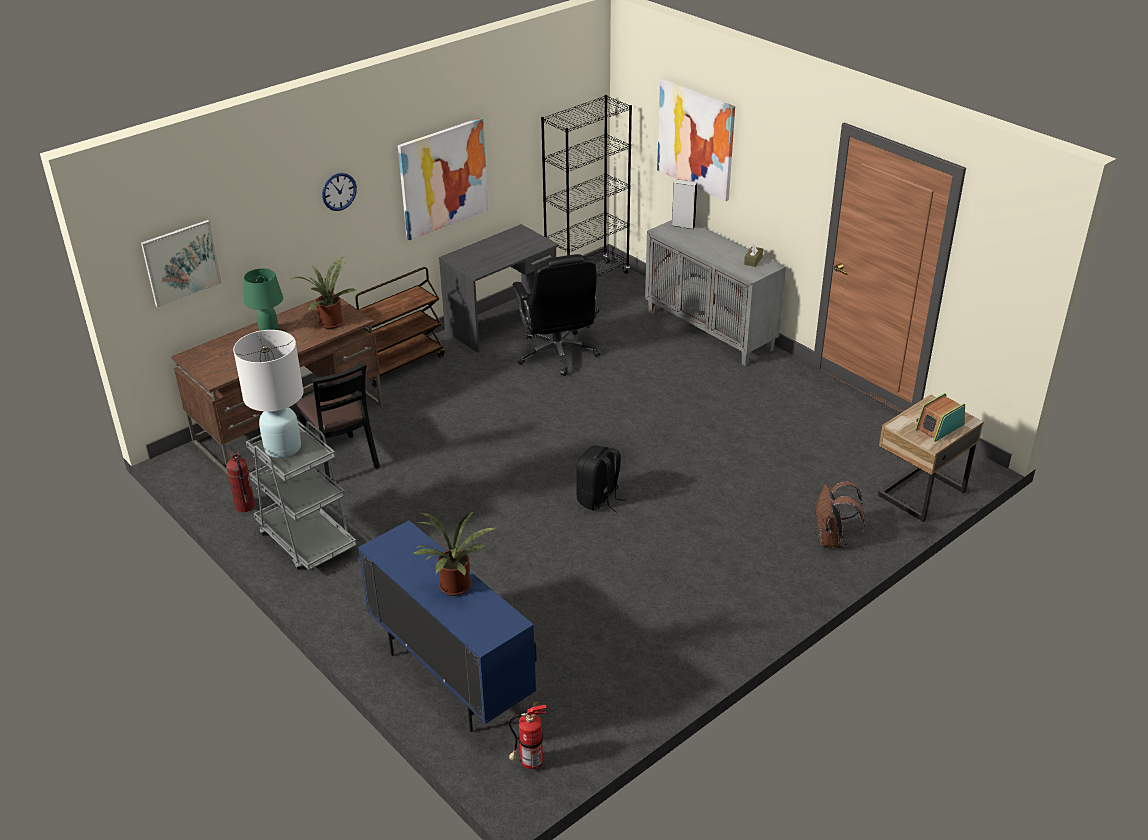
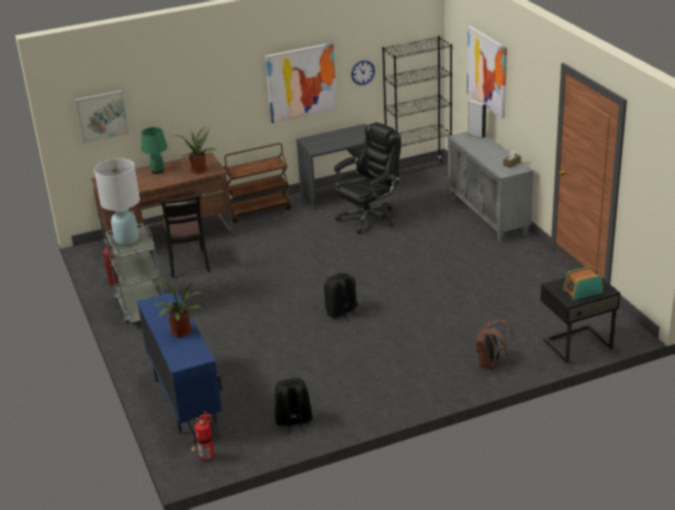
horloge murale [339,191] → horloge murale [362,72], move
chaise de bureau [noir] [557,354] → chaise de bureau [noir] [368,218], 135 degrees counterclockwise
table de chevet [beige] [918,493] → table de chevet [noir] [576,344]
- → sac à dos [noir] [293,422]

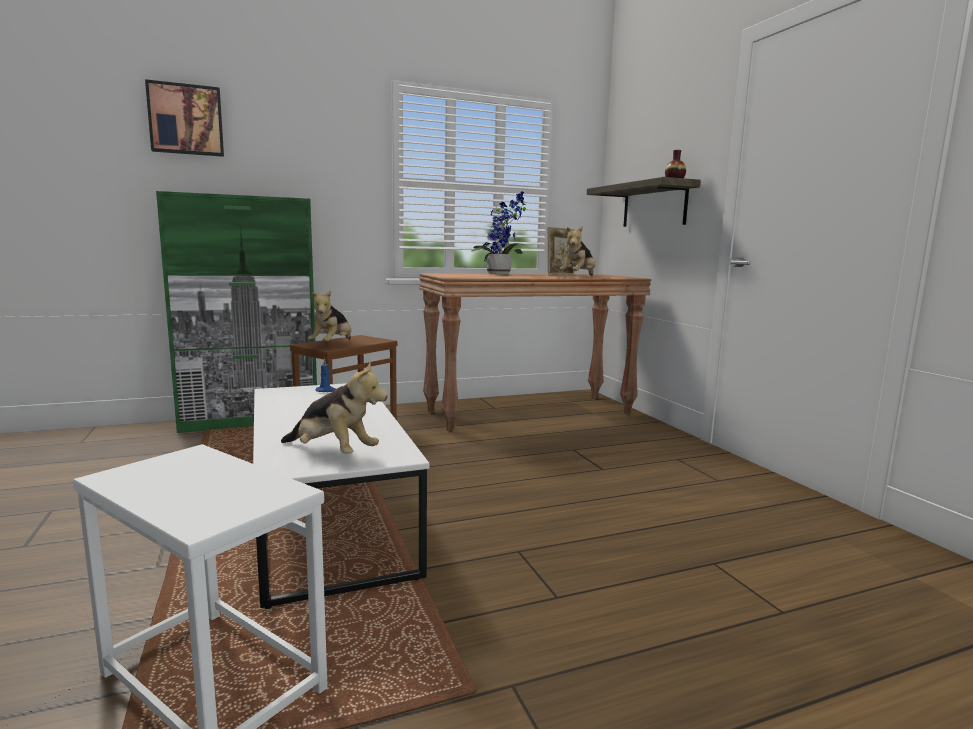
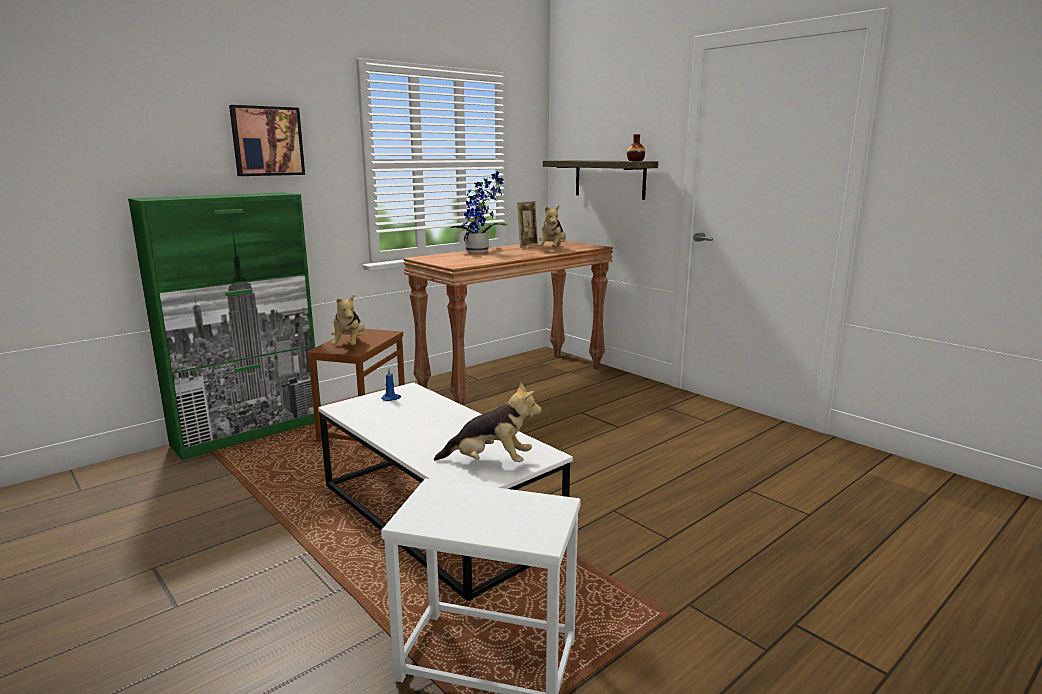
tableau [186,120] → tableau [267,141], move

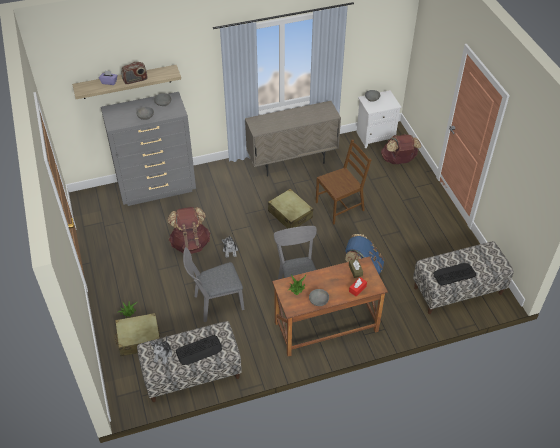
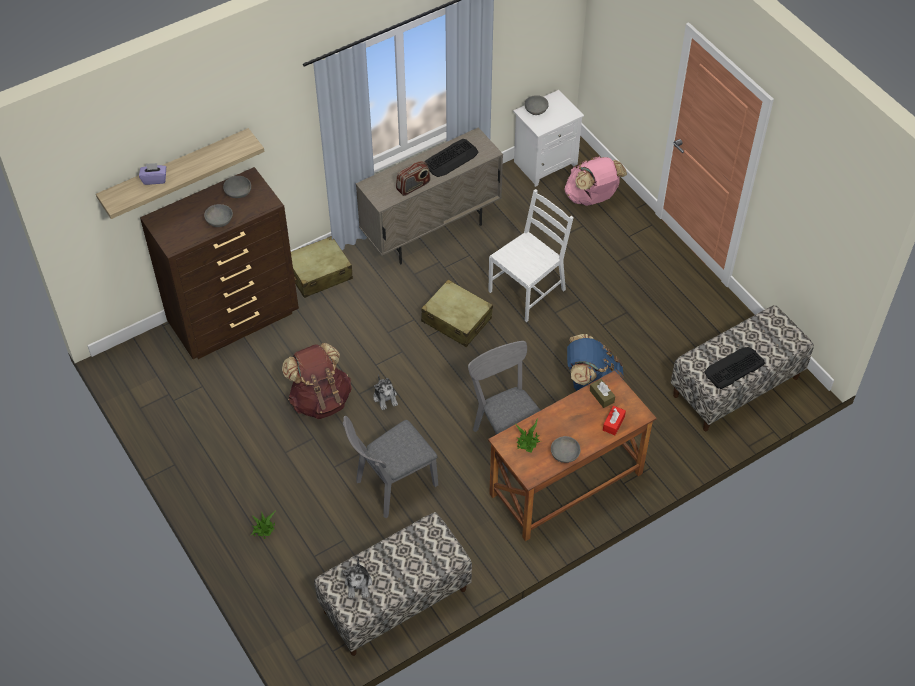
commode [gris] [157,188] → commode [marron] [235,320]
valise [beige] [139,339] → valise [beige] [318,274], move
radio [135,80] → radio [413,186], move
clavier [199,350] → clavier [451,158], move
chaise [marron] [340,206] → chaise [blanc] [527,290]
sac à dos [marron] [398,161] → sac à dos [rose] [592,198]

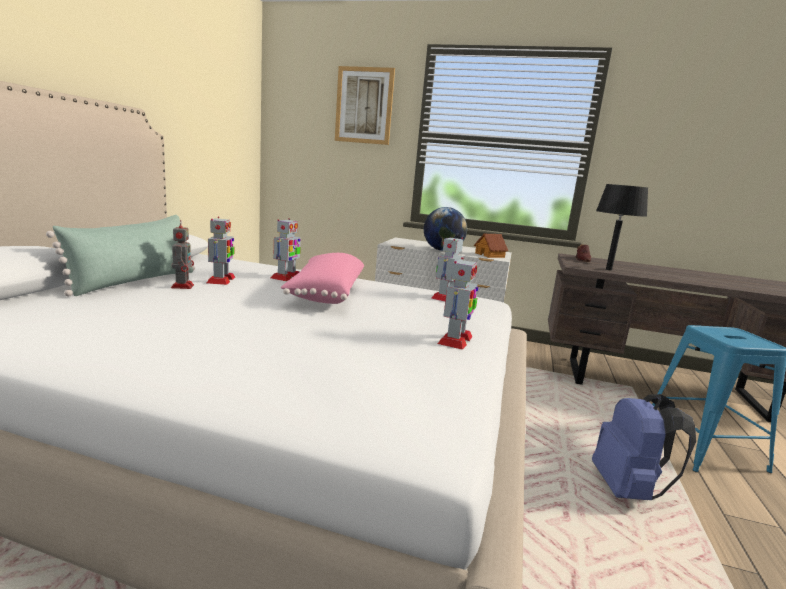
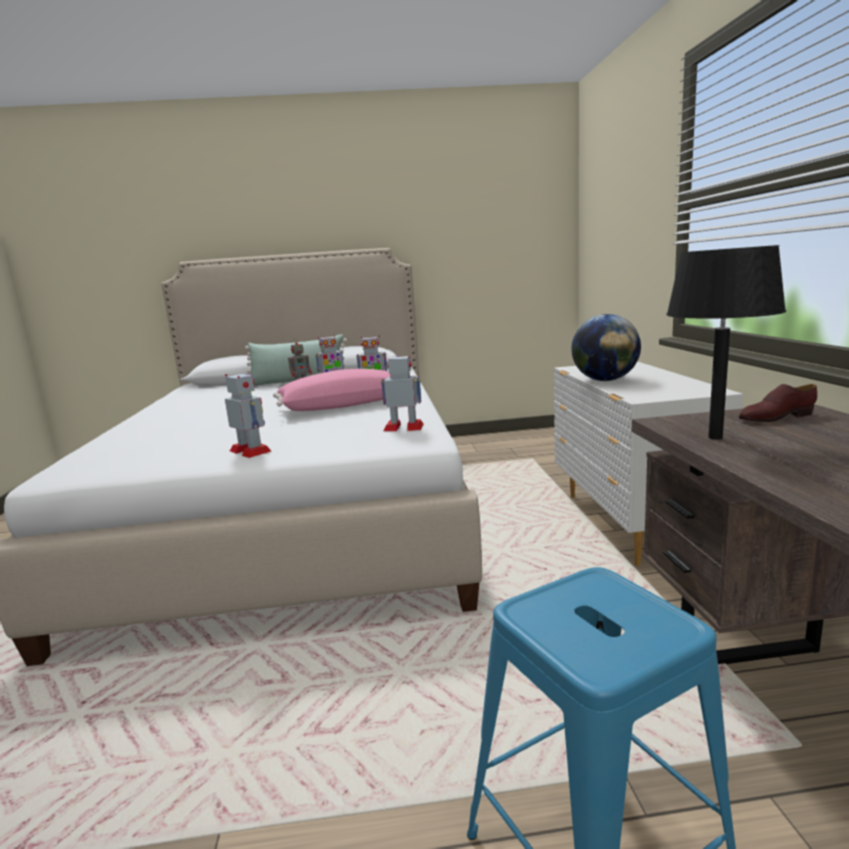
tableau [364,105] → -
robot jouet [455,340] → robot jouet [251,451], 135 degrees counterclockwise
maison miniature [490,255] → -
sac à dos [bleu] [628,490] → -

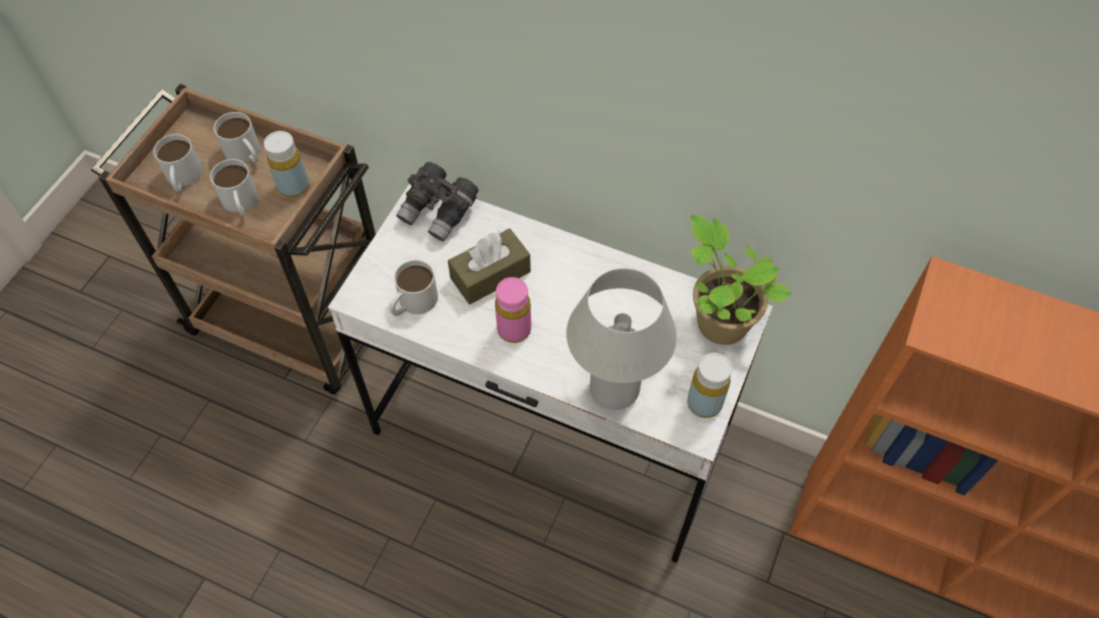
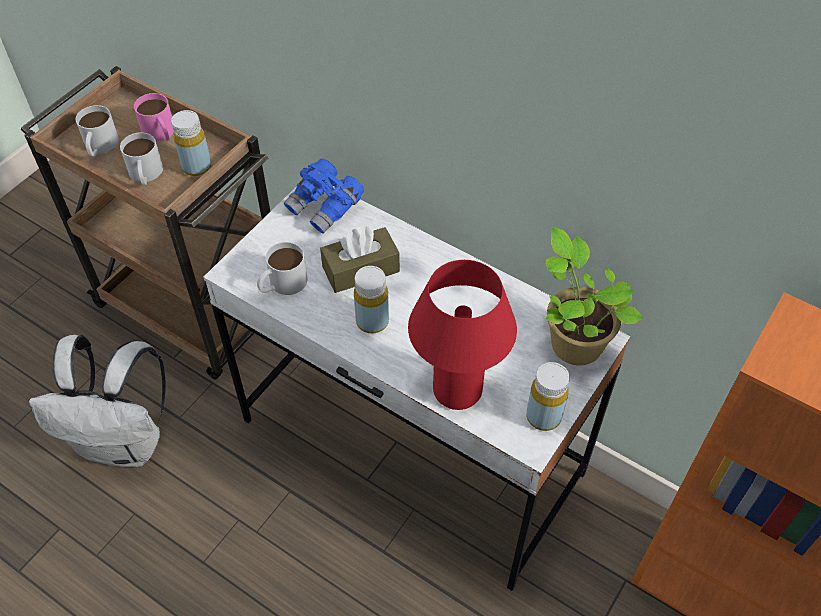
mug [blanc] [246,154] → mug [rose] [161,134]
jumelles [gris] [439,212] → jumelles [bleu] [325,207]
bouteille [rose] [514,329] → bouteille [jaune] [372,321]
lampe de table [blanc] [614,389] → lampe de table [rouge] [457,390]
- → sac à dos [blanc] [125,442]

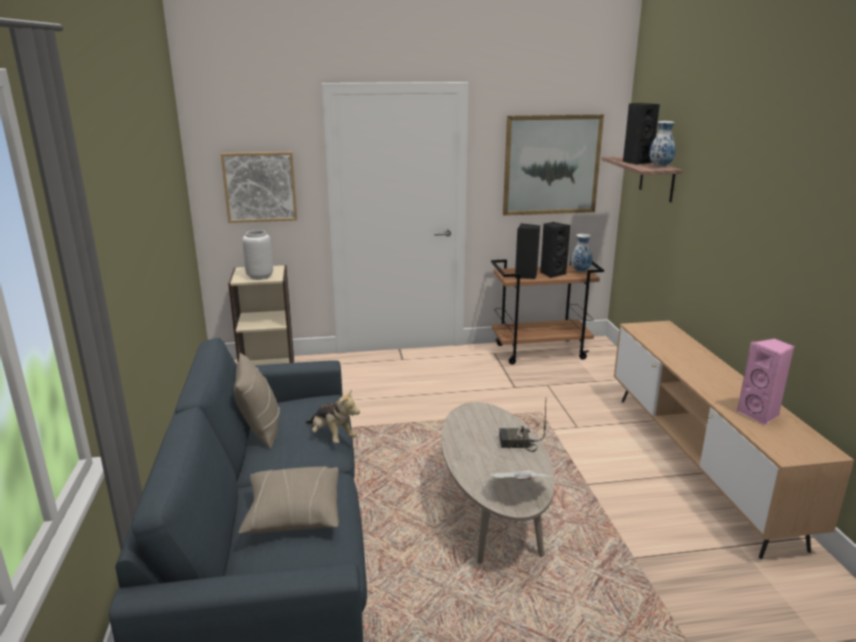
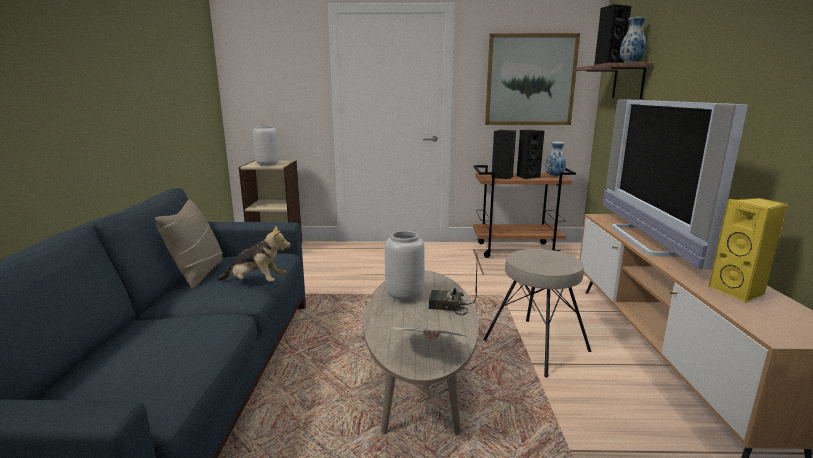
tableau [260,187] → -
coussin [beige] [293,513] → -
peluche [332,436] → peluche [256,282], 45 degrees counterclockwise
enceinte [rose] [760,415] → enceinte [jaune] [739,292]
- → vase [gris] [404,295]
- → tabouret [beige] [536,345]
- → téléviseur [647,240]

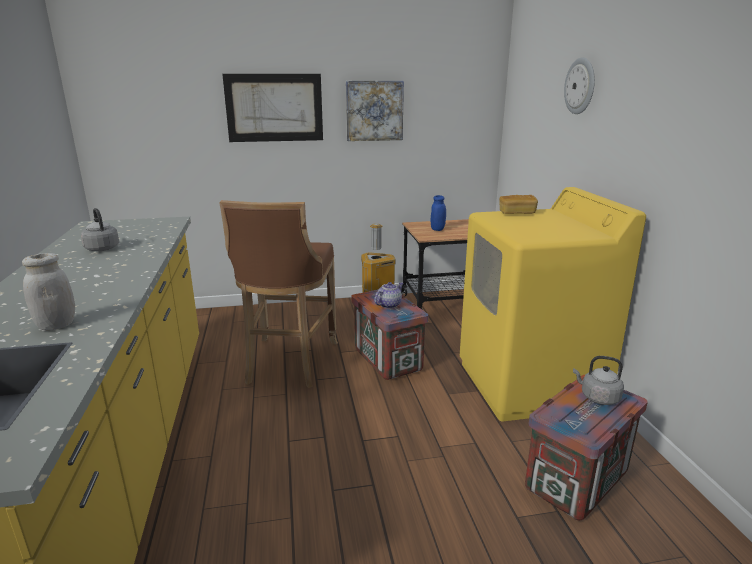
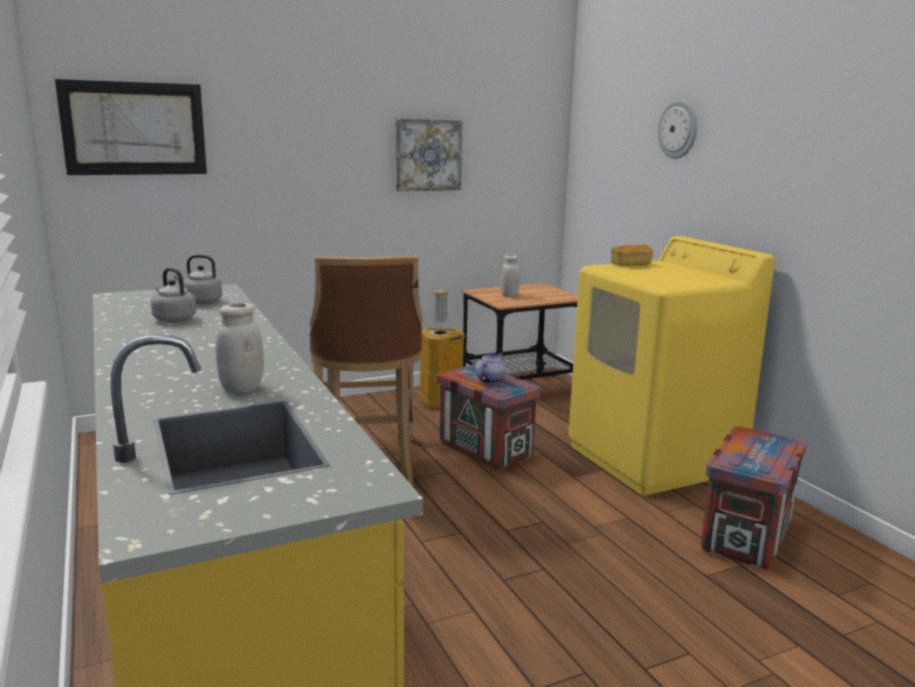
tableau [274,108] → tableau [134,129], move
bocal [bleu] [437,229] → bocal [blanc] [509,295]
bouilloire [gris] [597,397] → bouilloire [gris] [200,301], move

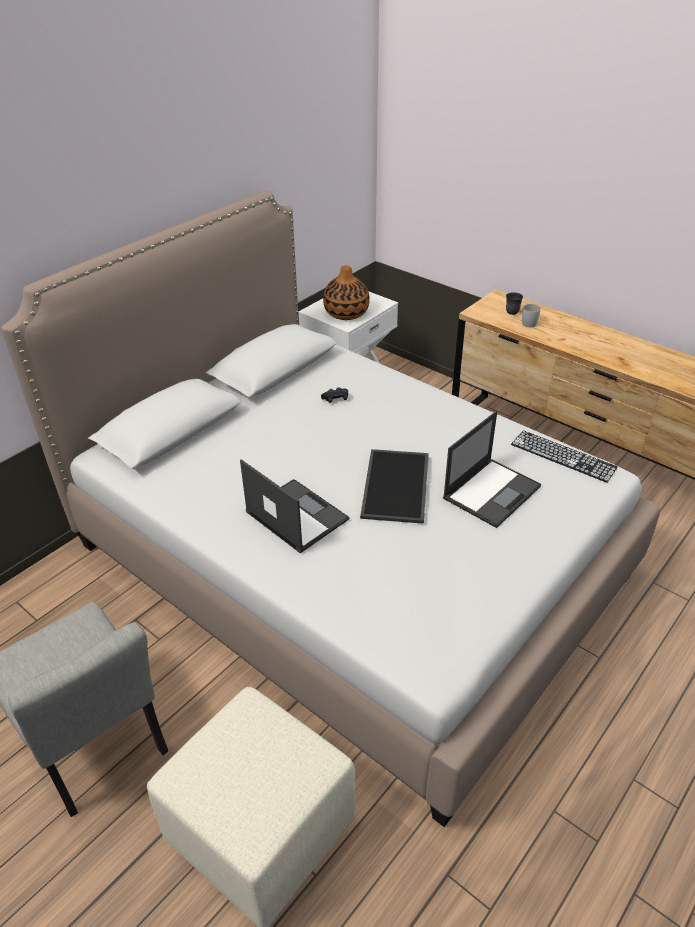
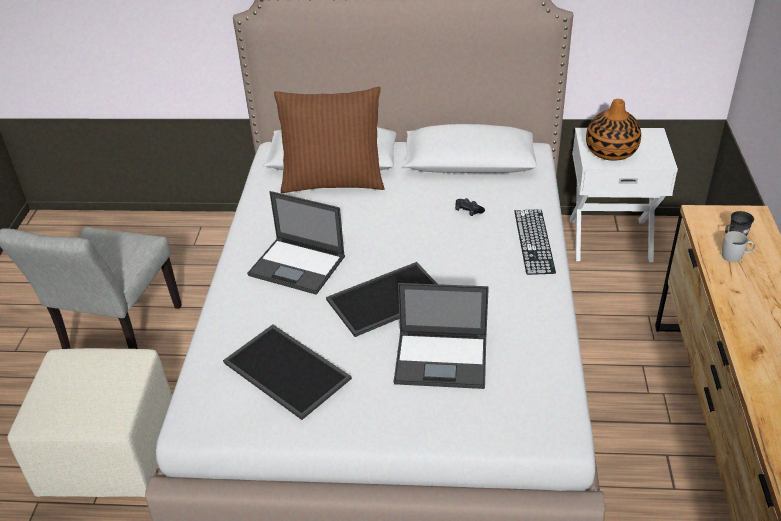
ordinateur portable [295,515] → ordinateur portable [298,266], 105 degrees clockwise
clavier [563,456] → clavier [534,241], move
- → plateau [289,370]
- → coussin [marron] [333,181]

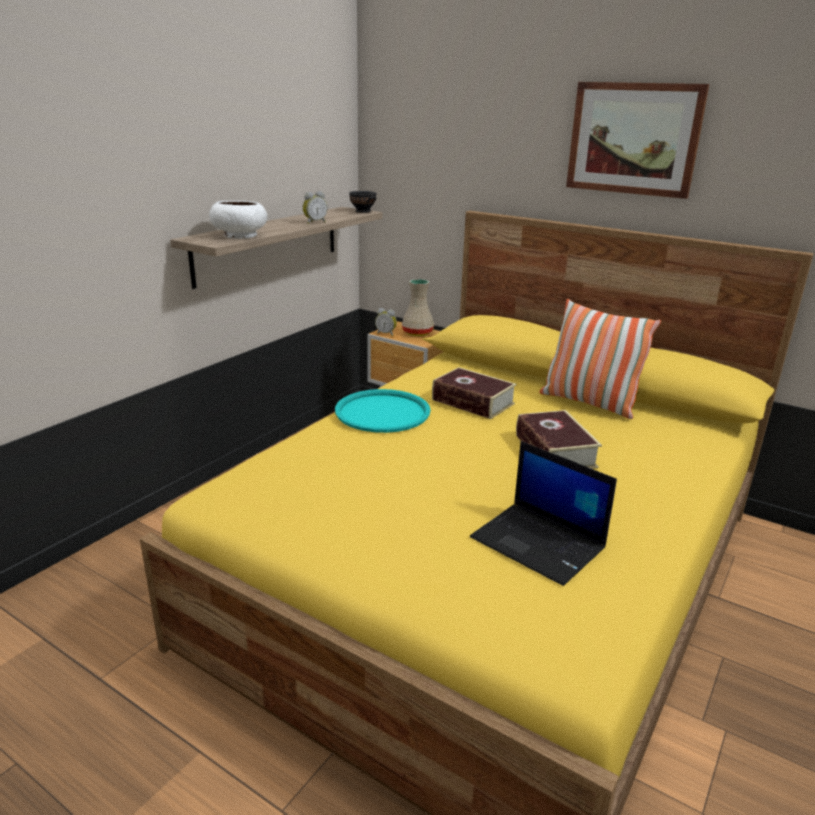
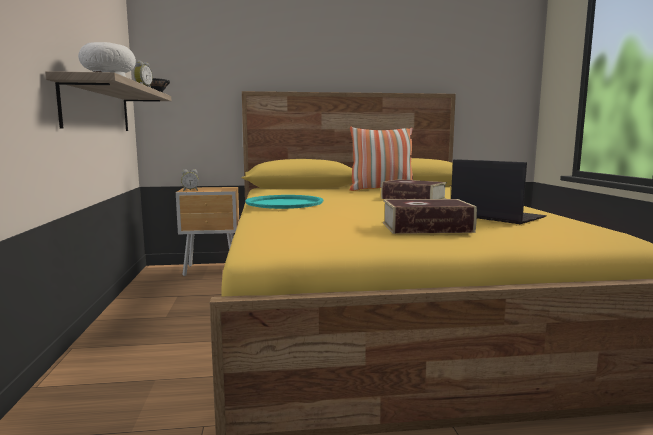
vase [beige] [418,333] → -
livre [473,402] → livre [426,227], move
ordinateur portable [539,543] → ordinateur portable [495,216], 135 degrees counterclockwise
tableau [633,139] → -

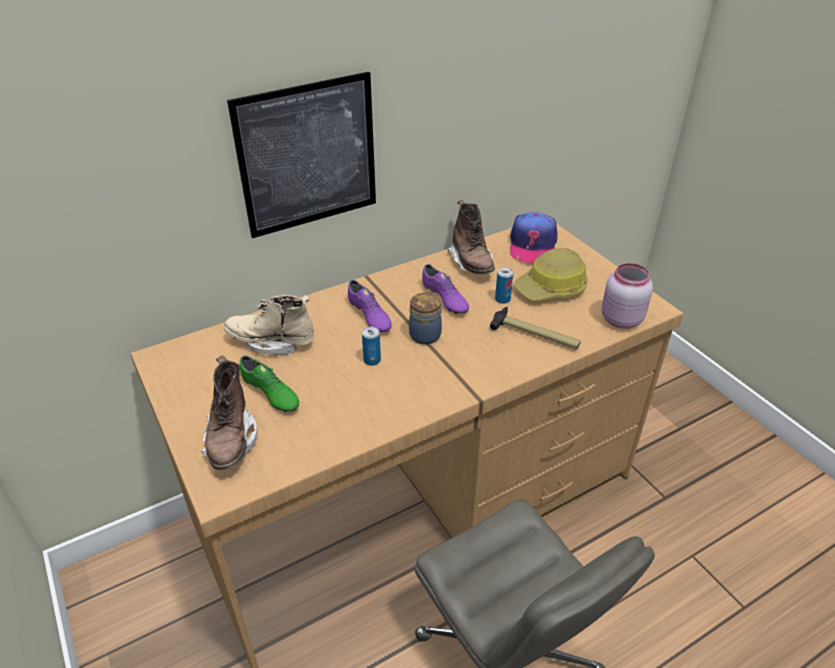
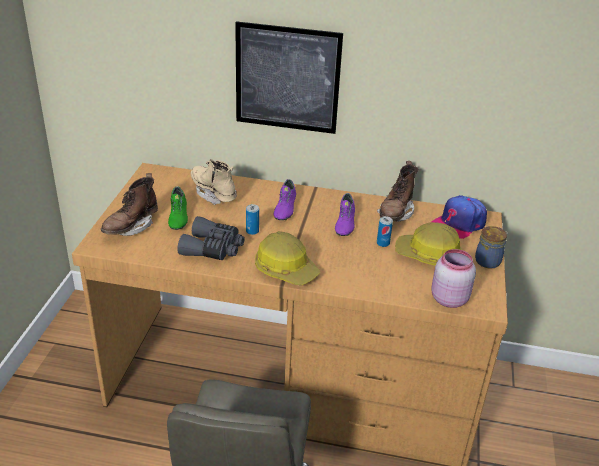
bocal [426,334] → bocal [488,261], move
marteau [535,335] → -
- → jumelles [gris] [213,248]
- → casque de chantier [286,269]

